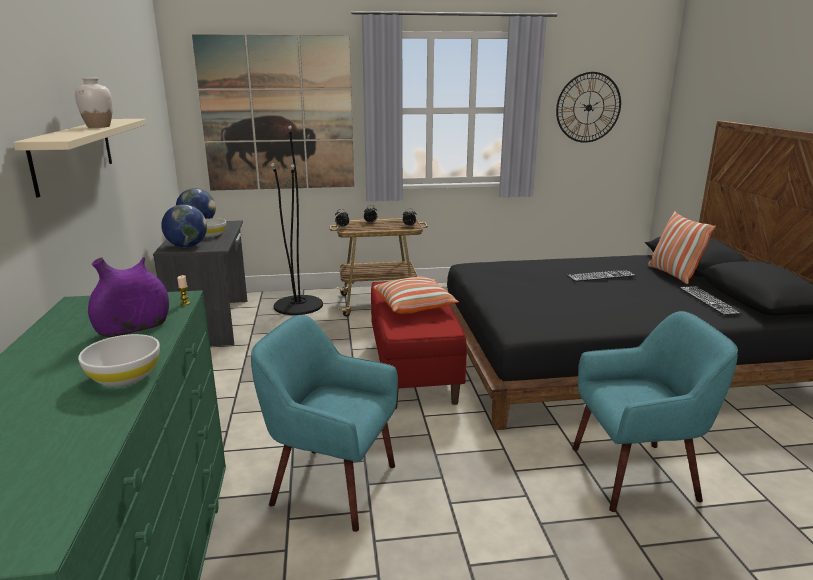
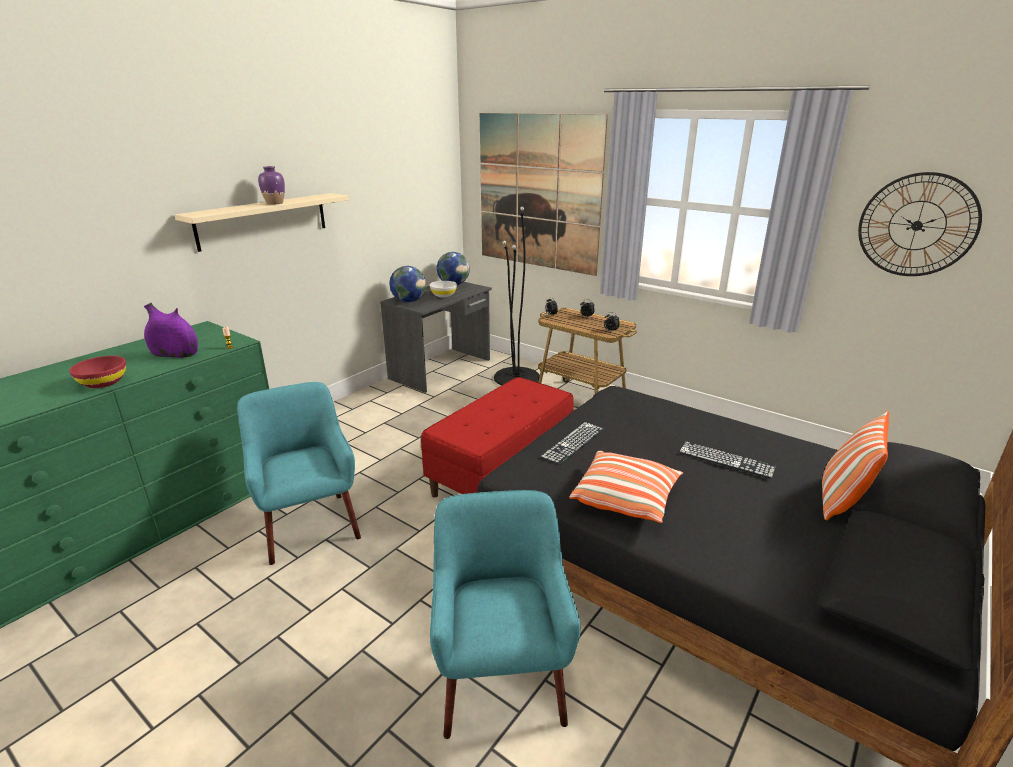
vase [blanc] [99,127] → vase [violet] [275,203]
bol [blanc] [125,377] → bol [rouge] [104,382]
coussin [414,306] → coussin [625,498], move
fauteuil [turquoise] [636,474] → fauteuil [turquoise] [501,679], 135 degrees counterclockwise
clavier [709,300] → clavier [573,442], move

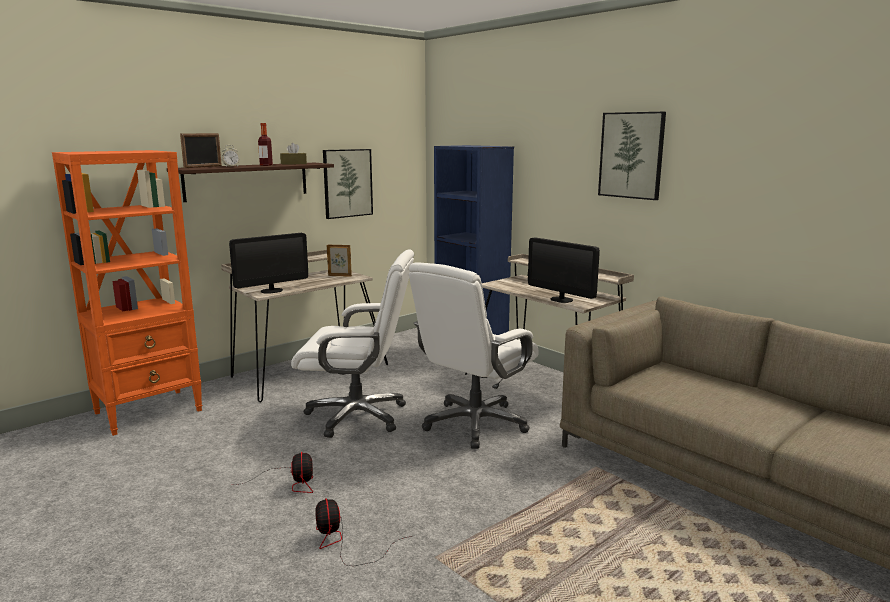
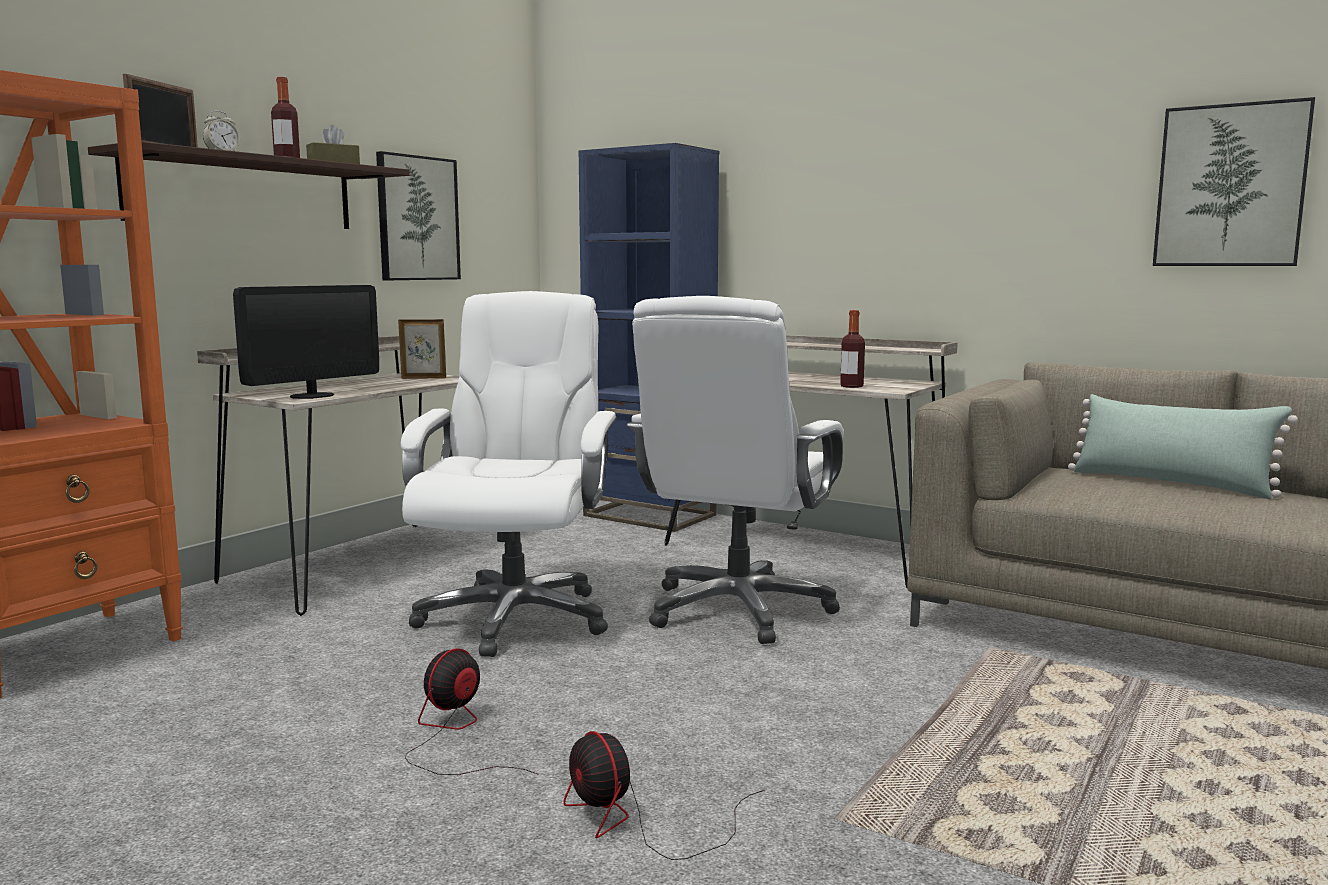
ventilateur [291,482] → ventilateur [454,734], 120 degrees counterclockwise
chaise de bureau [blanc] [358,416] → chaise de bureau [blanc] [514,618], 75 degrees counterclockwise
écran d'ordinateur [561,299] → bouteille [851,386]
tableau [631,155] → tableau [1230,186], move
- → coussin [vert] [1170,483]

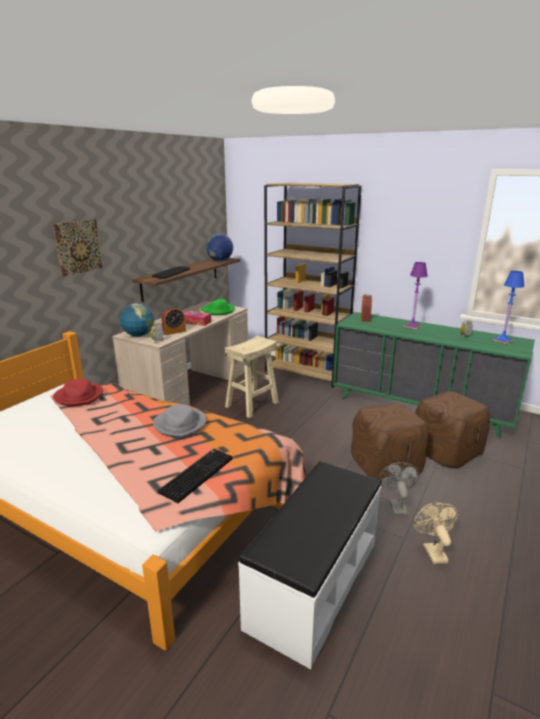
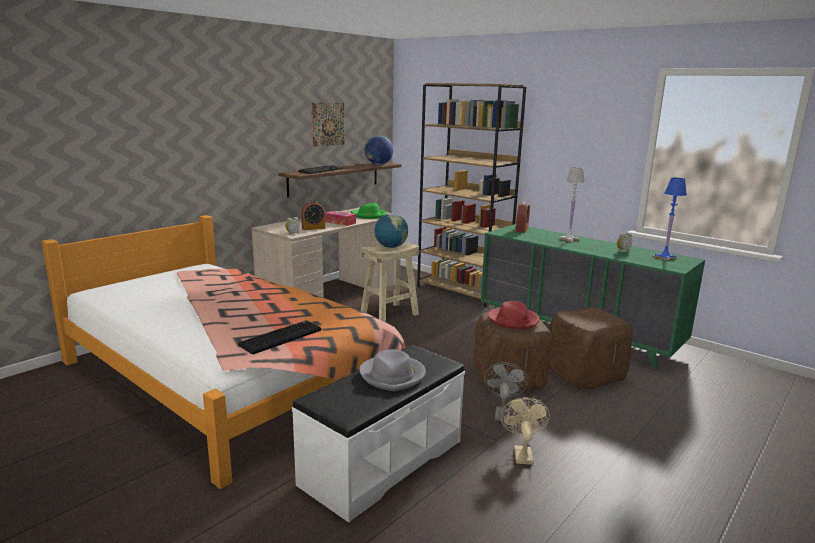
tableau [78,247] → tableau [328,124], move
chapeau [rouge] [79,396] → chapeau [rouge] [513,320], move
globe [138,335] → globe [391,247], move
chapeau [gris] [181,425] → chapeau [gris] [393,375], move
lampe de table [violet] [412,327] → lampe de table [blanc] [568,240]

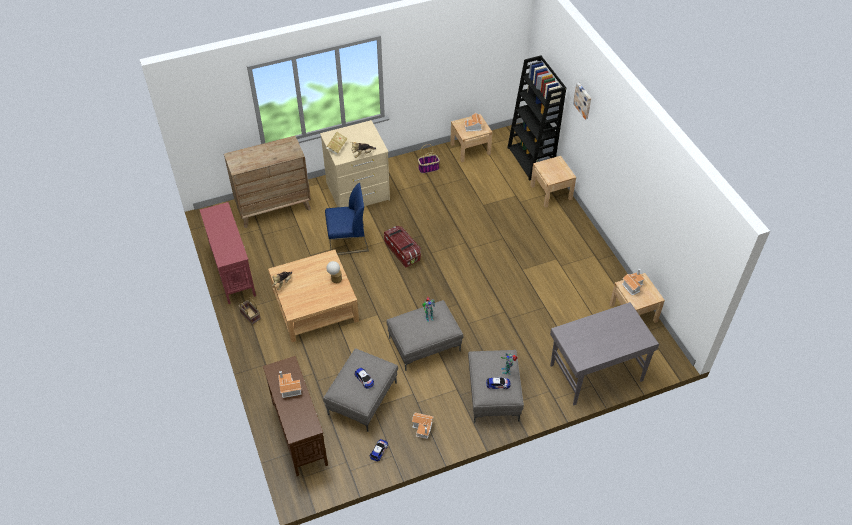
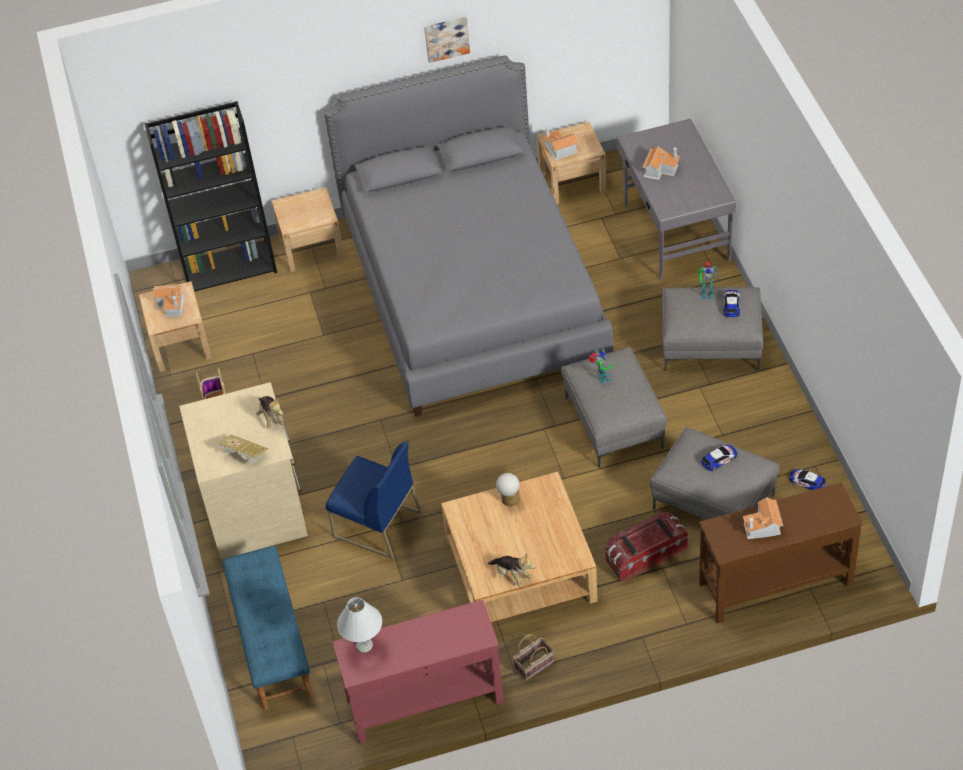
commode [marron] [274,208] → banc [bleu] [271,642]
chaise [bleu] [347,241] → chaise [bleu] [376,525], 120 degrees clockwise
boîte de rangement [402,252] → boîte de rangement [645,555], move
maison miniature [423,428] → maison miniature [660,169], move
tableau [583,100] → tableau [446,38], move
- → lit [gris] [474,291]
- → lampe de table [blanc] [364,645]

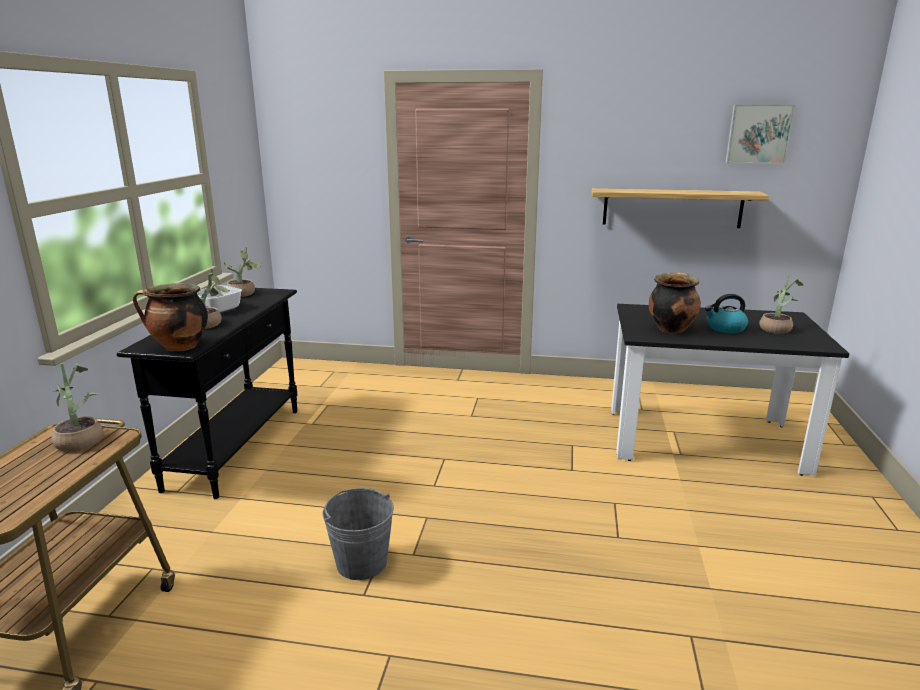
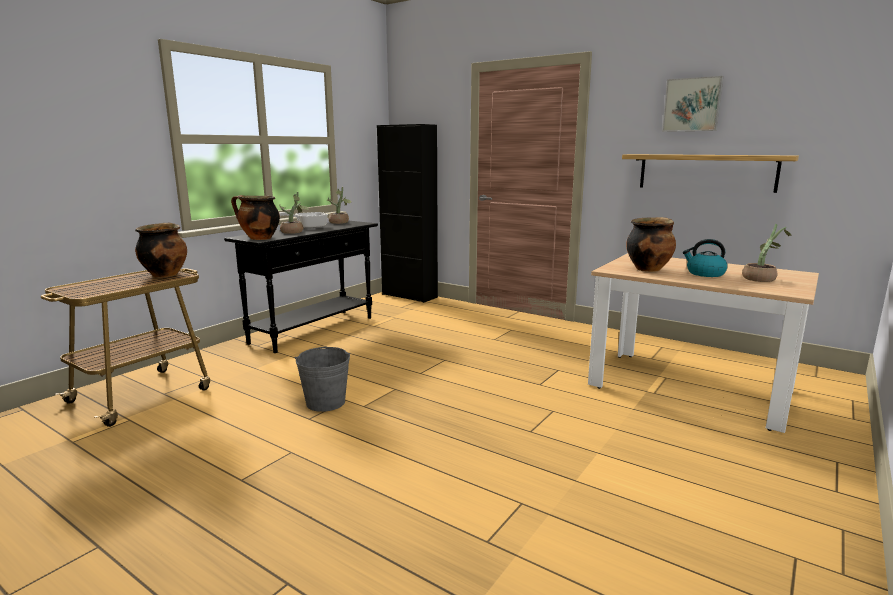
plante en pot [80,440] → marmite [165,274]
table à manger [noir] [703,440] → table à manger [beige] [689,388]
tableau [758,134] → tableau [692,105], move
- → meuble de rangement [noir] [409,296]

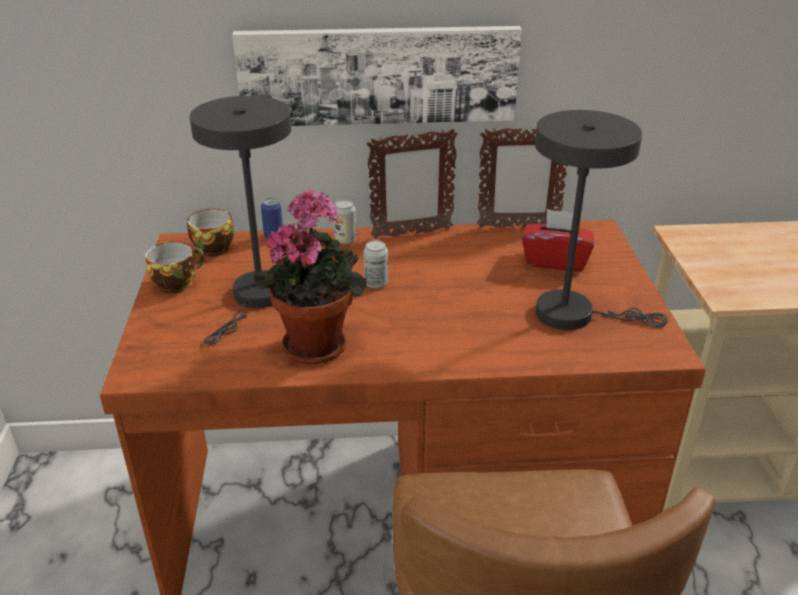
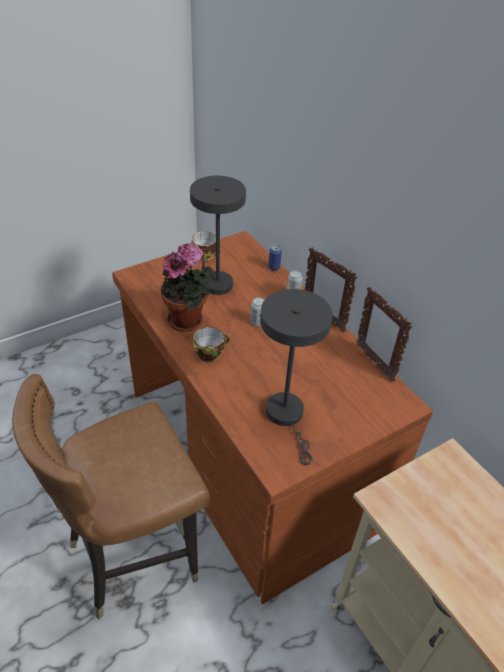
tasse [213,247] → tasse [210,353], move
tableau [378,75] → -
boîte à mouchoirs [rouge] [555,261] → -

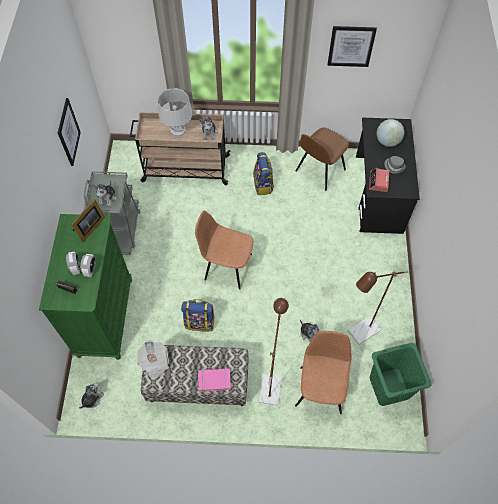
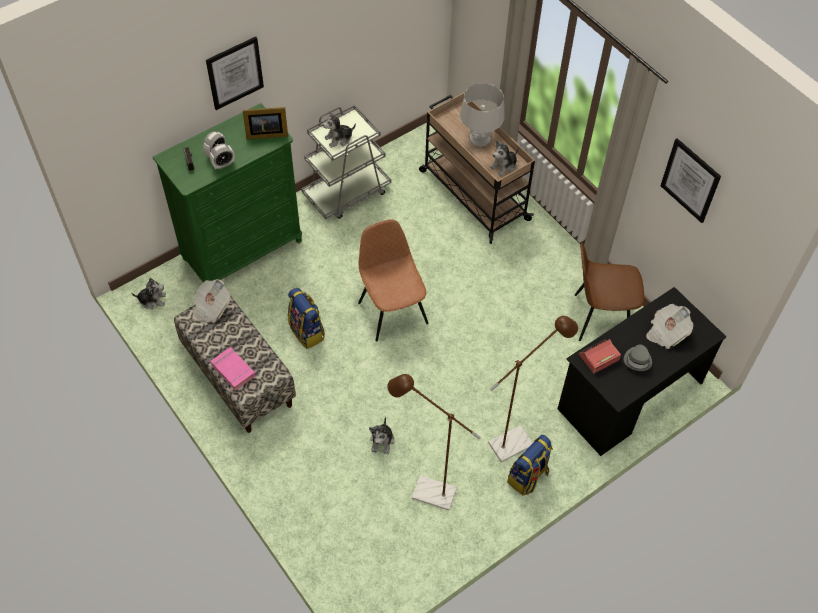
tableau [68,132] → tableau [235,73], move
sac à dos [263,184] → sac à dos [528,477], move
lampadaire [marron] [271,383] → lampadaire [marron] [517,440], move
chaise [marron] [320,388] → -
panier à linge [vert] [389,386] → -
globe [387,141] → journal [666,332]

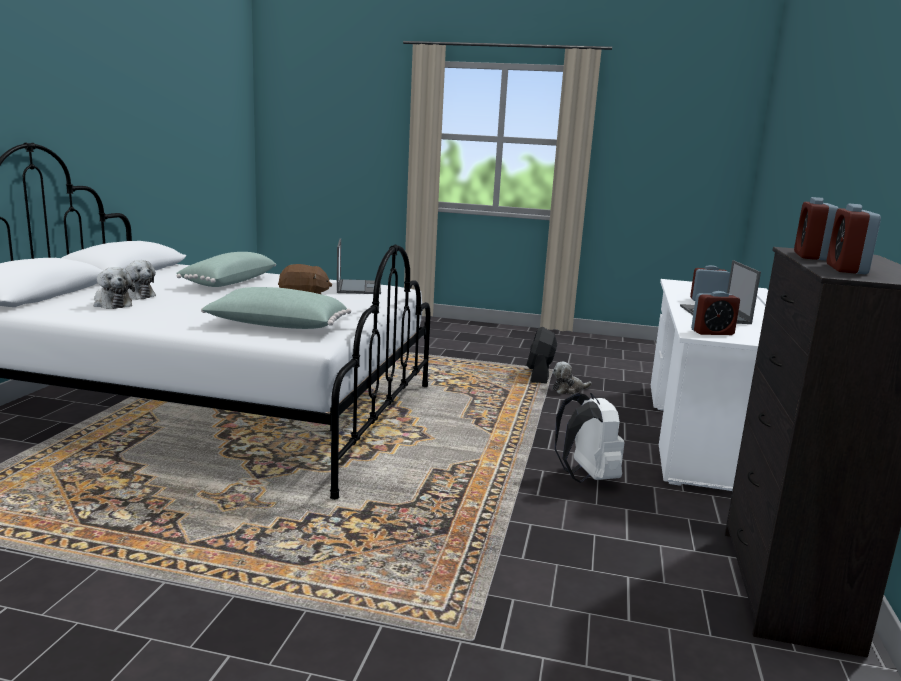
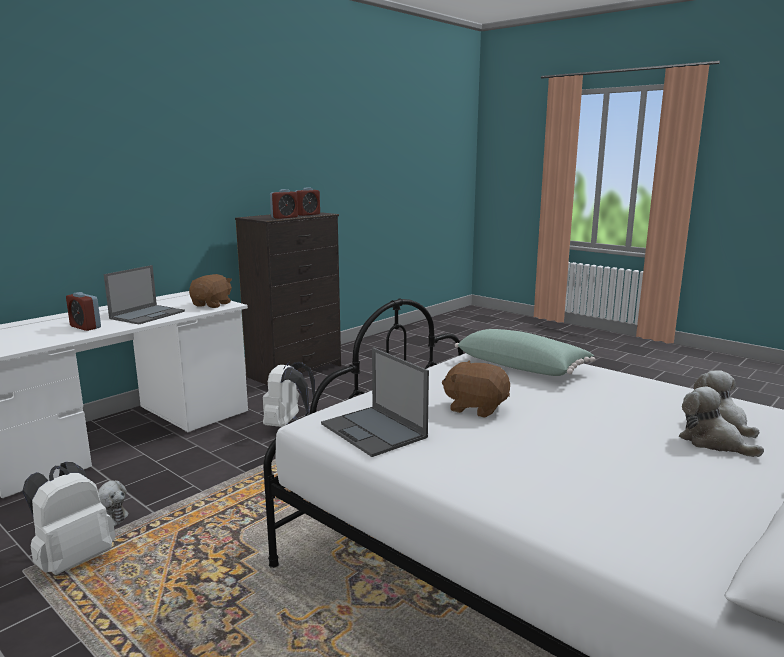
coussin [vert] [228,282] → -
ordinateur portable [358,287] → ordinateur portable [374,431], 60 degrees counterclockwise
ventilateur [noir] [539,375] → sac à dos [blanc] [73,559]
réveil [712,332] → peluche [marron] [212,304]

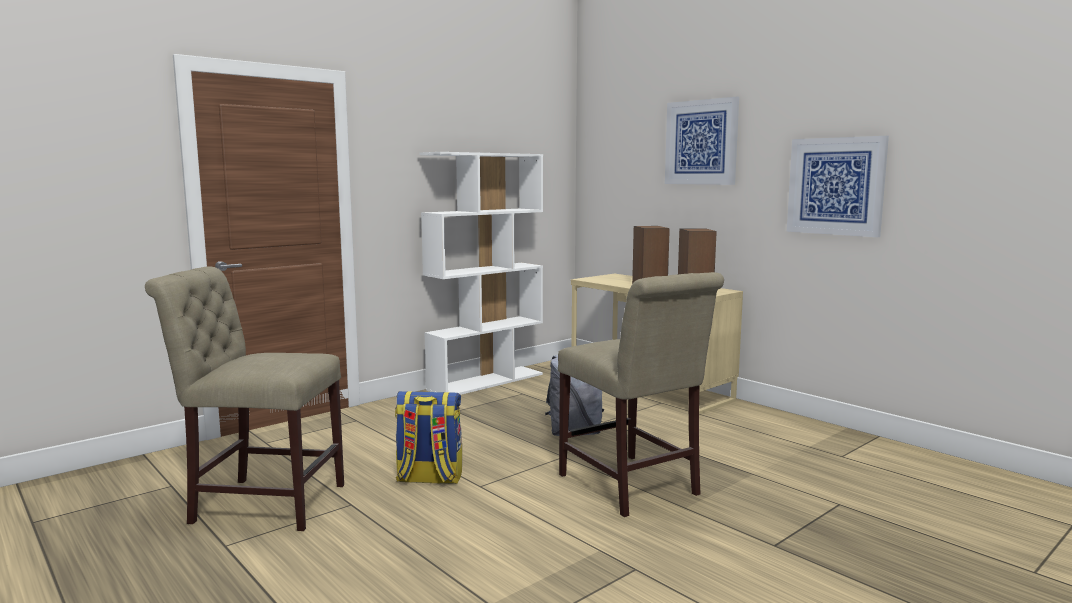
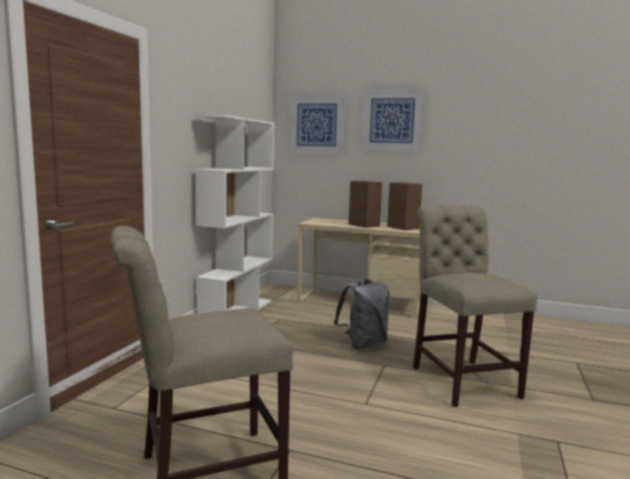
sac à dos [429,478] → -
chaise [beige] [632,487] → chaise [beige] [461,379], 135 degrees counterclockwise
tableau [835,186] → tableau [317,124], move

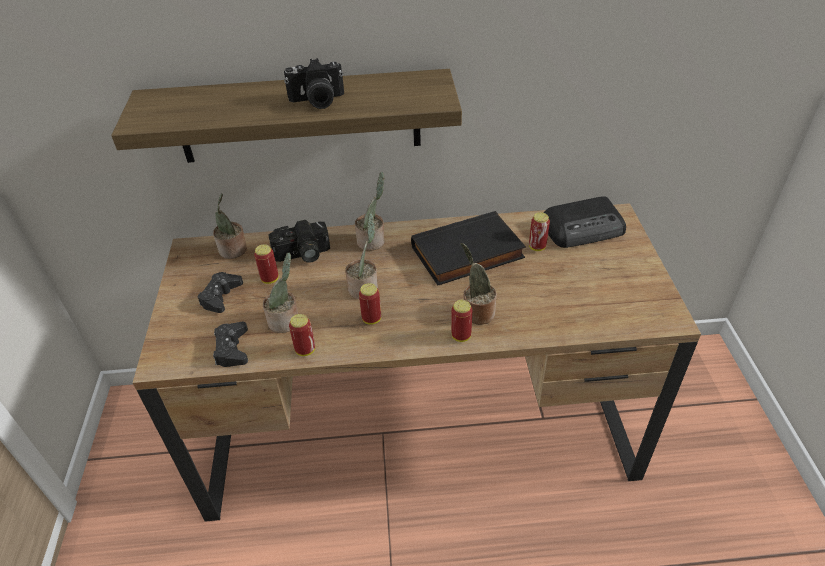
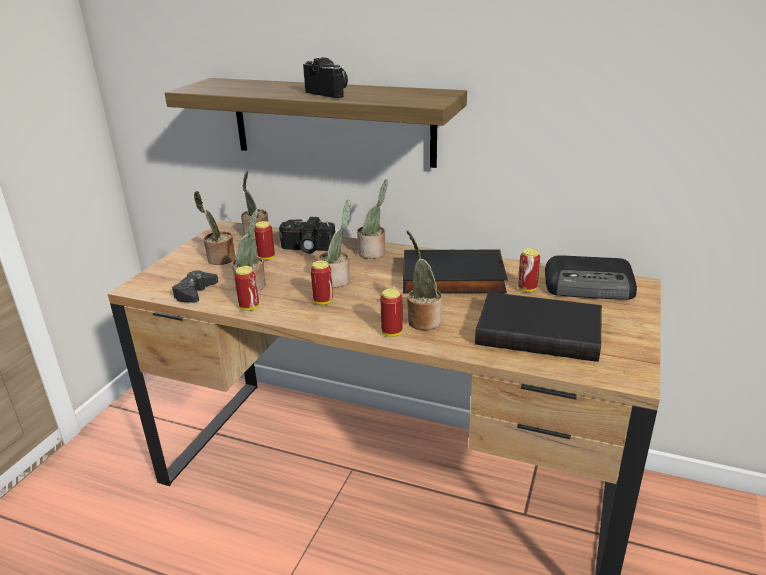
manette [noir] [221,296] → plante en pot [219,259]
appareil photo [317,101] → appareil photo [330,93], 150 degrees counterclockwise
- → livre [noir] [539,331]

